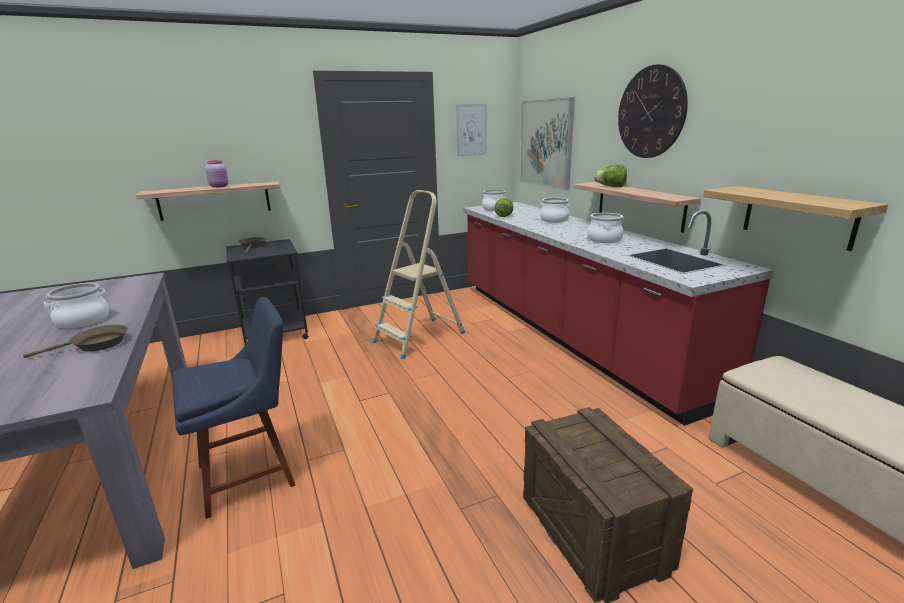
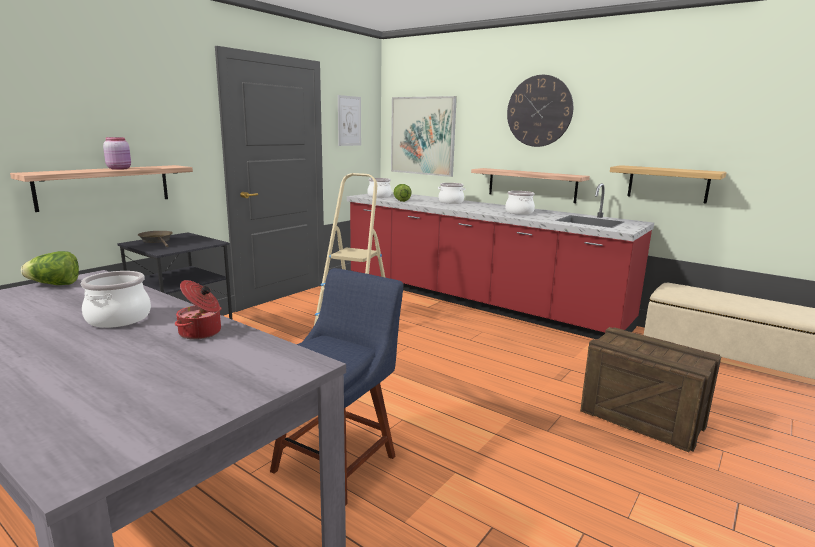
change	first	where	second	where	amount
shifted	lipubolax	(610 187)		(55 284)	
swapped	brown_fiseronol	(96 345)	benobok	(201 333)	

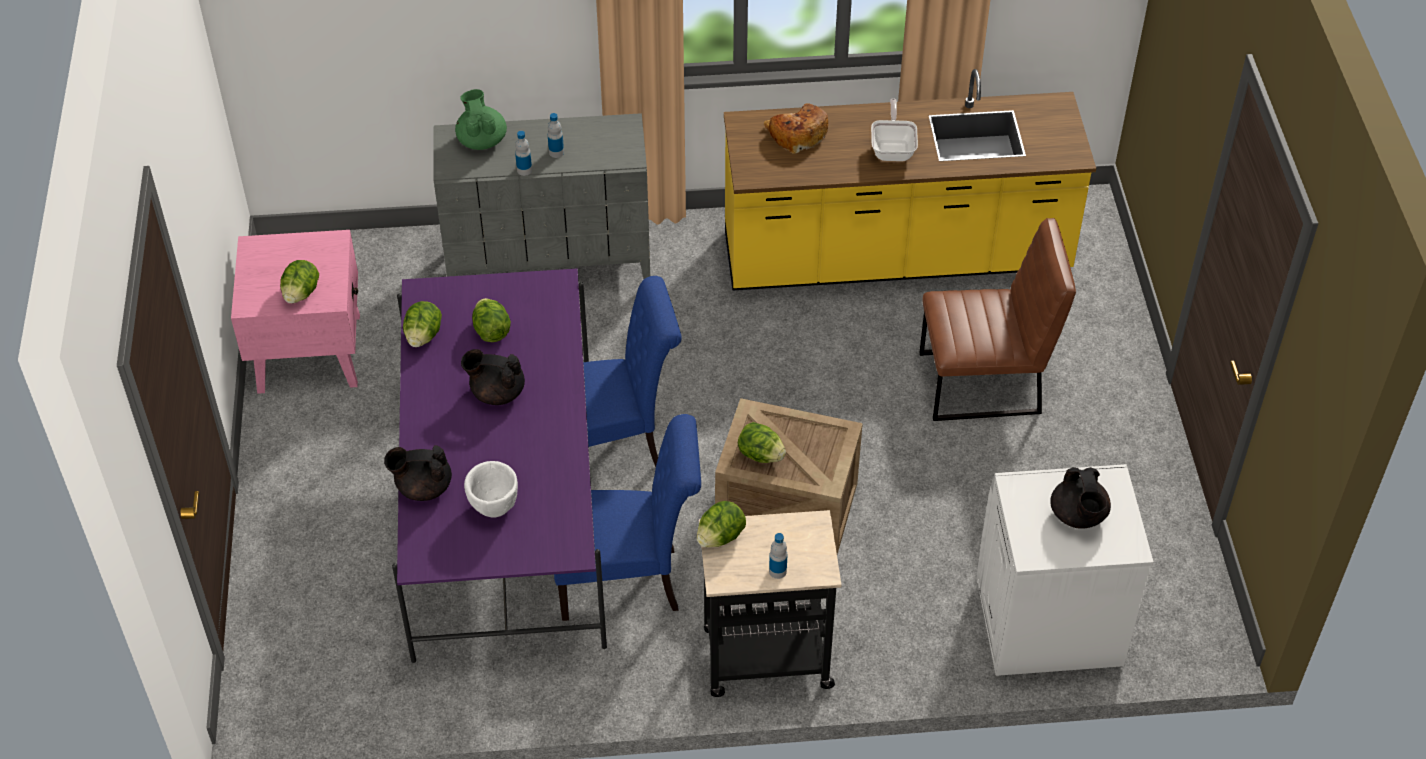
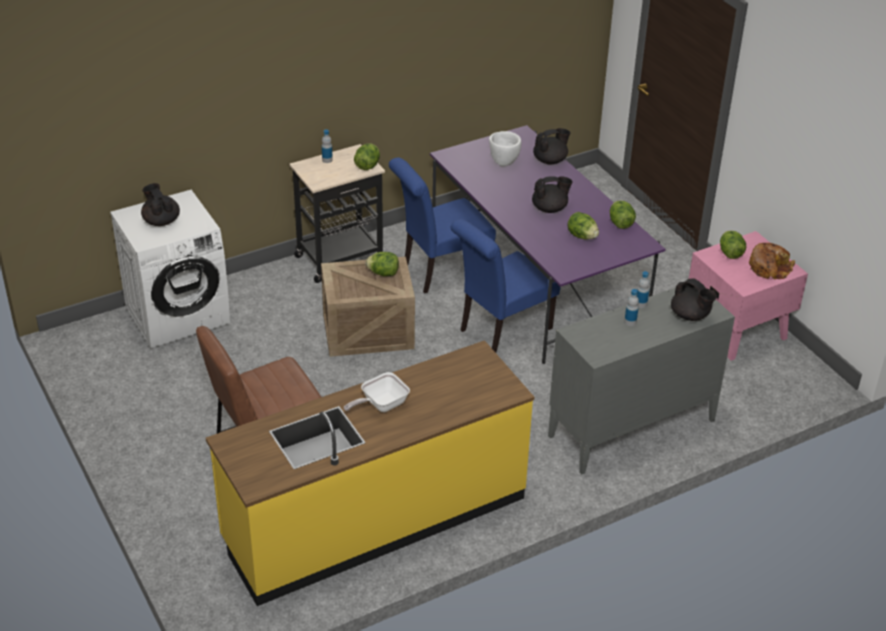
change	first	where	second	where	amount
rotated	fiseronol	(893 149)		(380 405)	75 degrees clockwise
repainted	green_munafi	(482 140)	black_munafi	(690 315)	
shifted	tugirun	(797 134)		(769 267)	

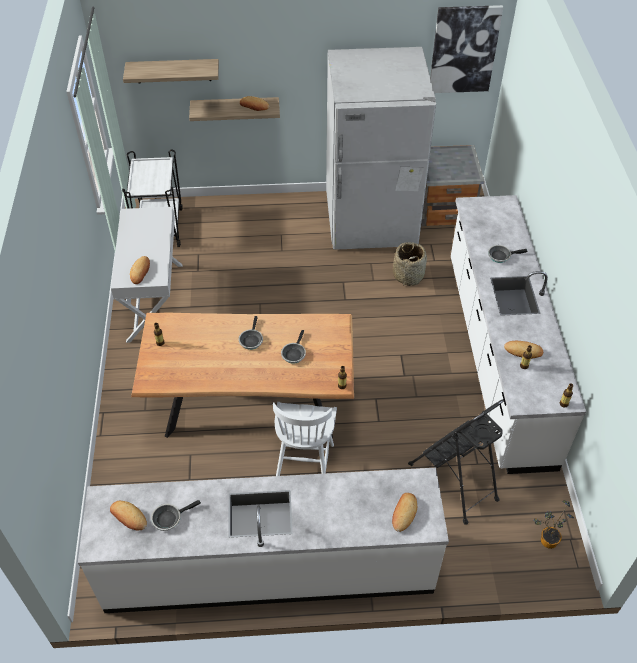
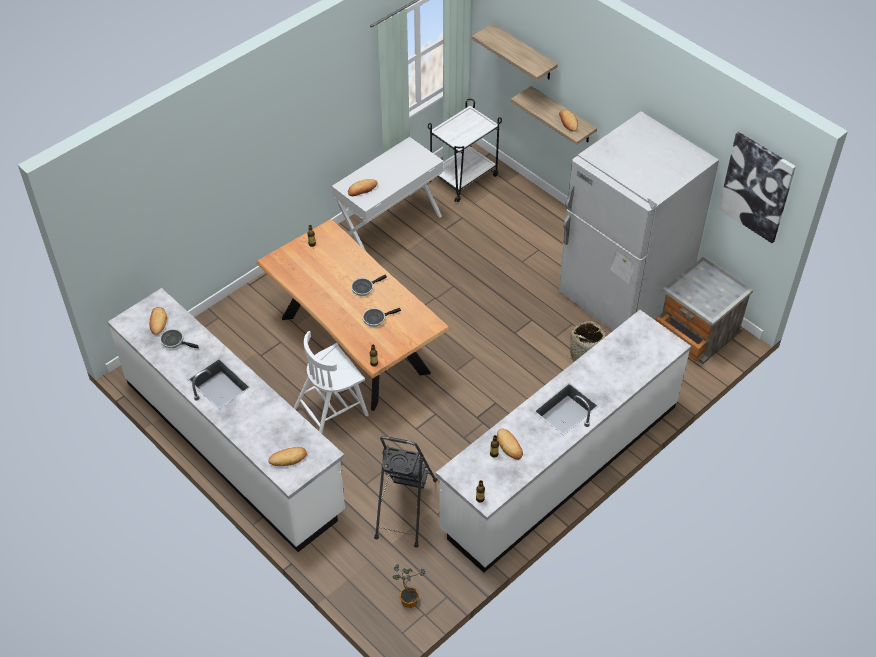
change	first	where	second	where	amount
gone	fiseronol	(501 256)			

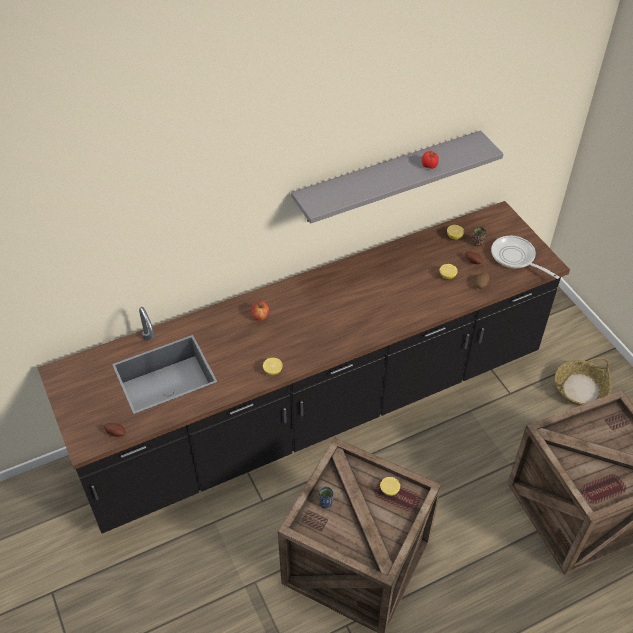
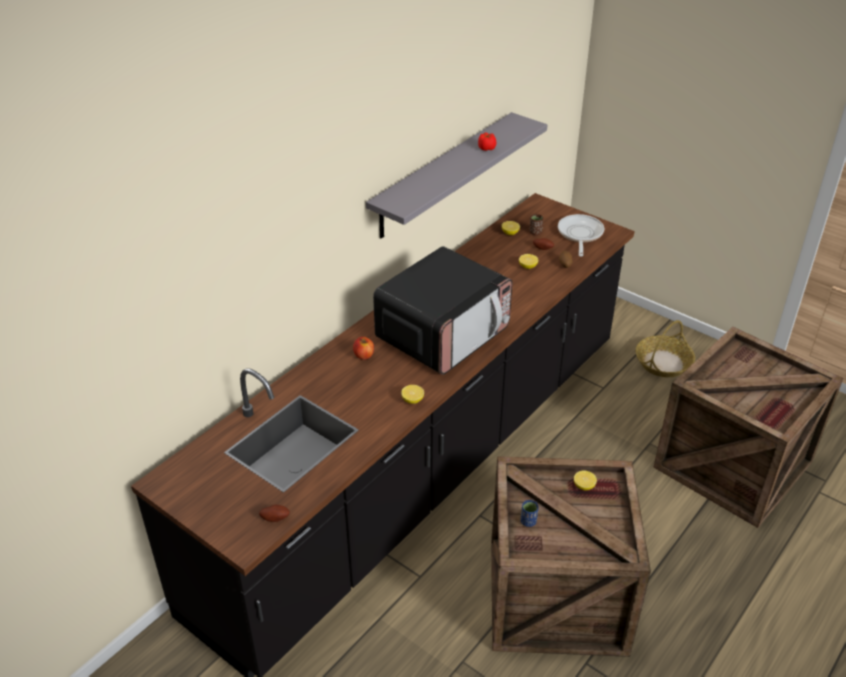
change	first	where	second	where	amount
new			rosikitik	(443 334)	
rotated	fiseronol	(515 258)		(579 235)	75 degrees clockwise

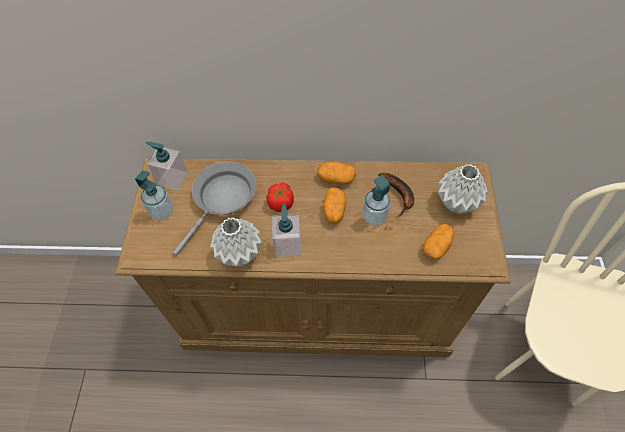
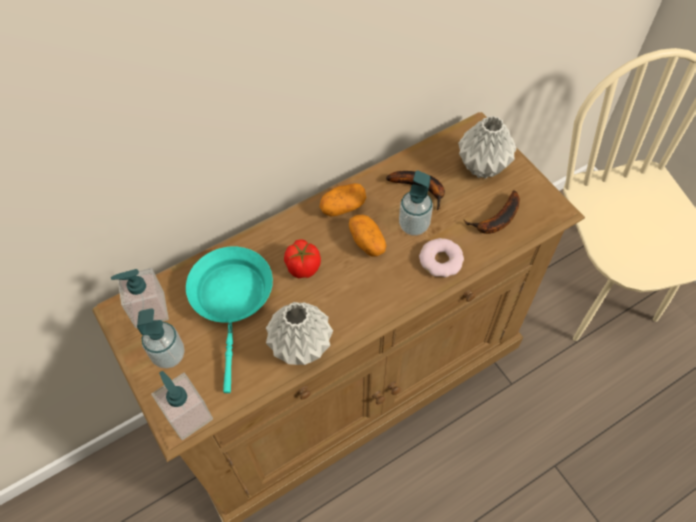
change	first	where	second	where	amount
shifted	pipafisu	(288 245)		(188 415)	
repainted	grey_fiseronol	(222 199)	turquoise_fiseronol	(232 300)	
new			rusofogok	(441 260)	
swapped	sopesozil	(437 246)	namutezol	(496 220)	

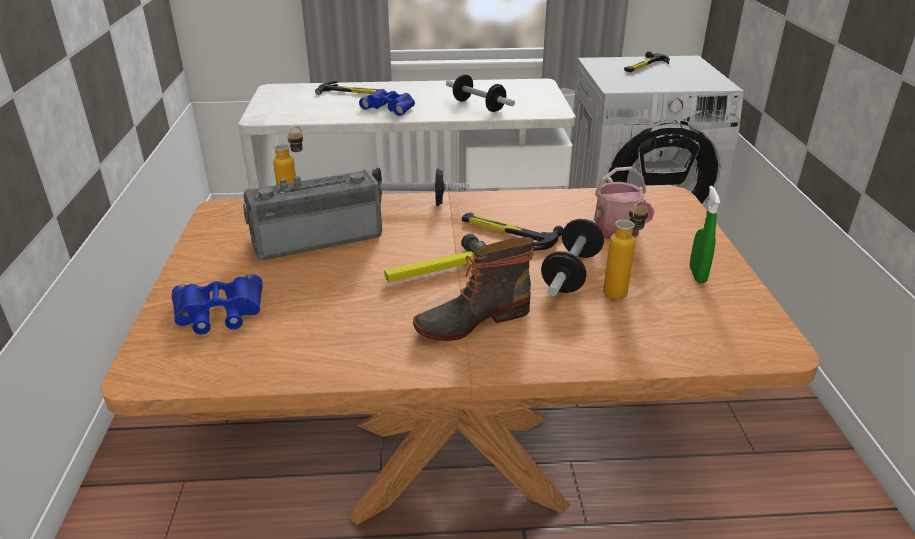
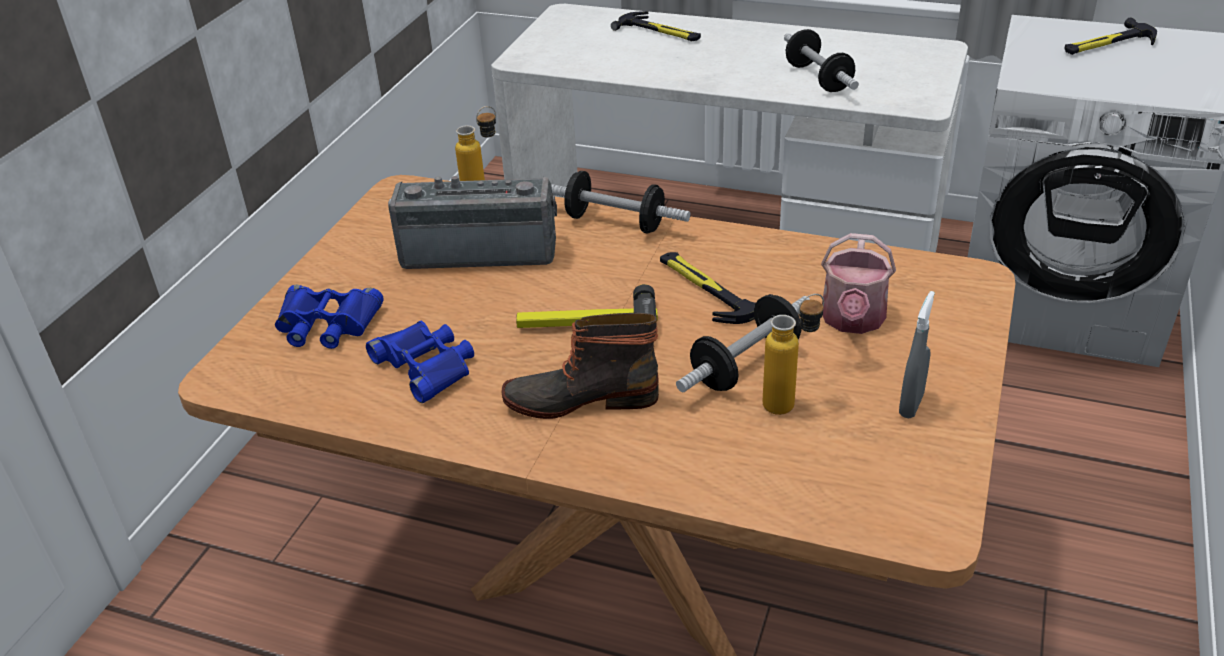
change	first	where	second	where	amount
shifted	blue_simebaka	(390 107)		(427 366)	
repainted	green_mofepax	(697 274)	grey_mofepax	(911 405)	

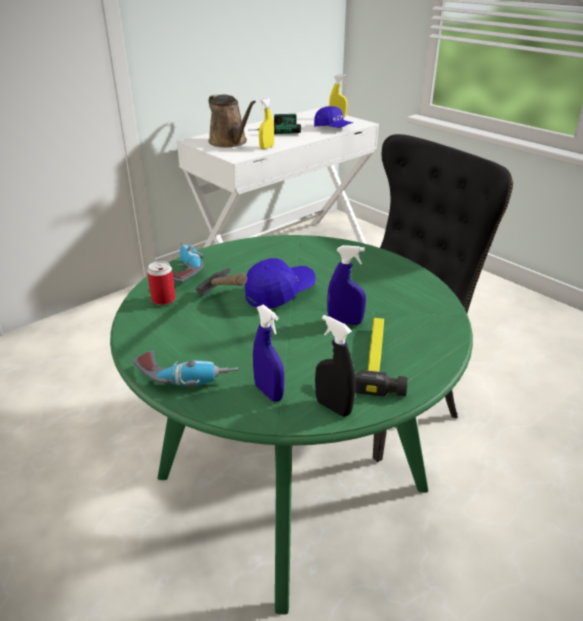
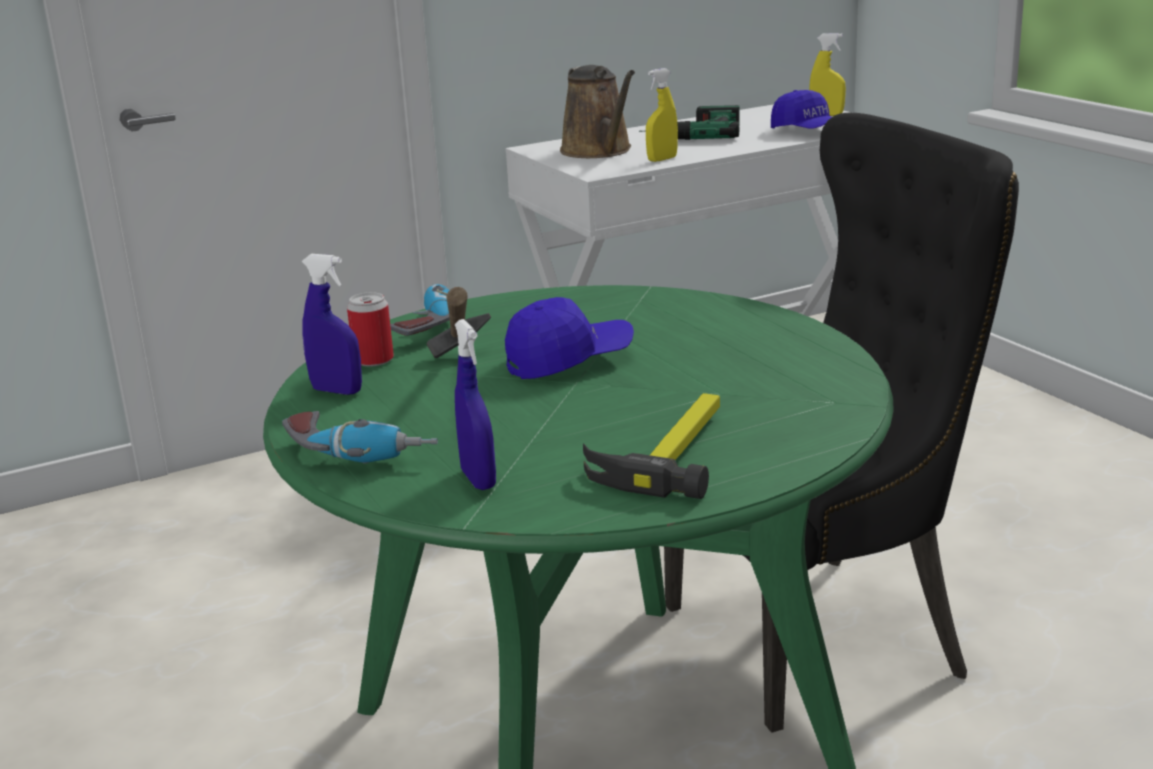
change	first	where	second	where	amount
shifted	blue_mofepax	(345 322)		(337 391)	
gone	black_mofepax	(333 407)			

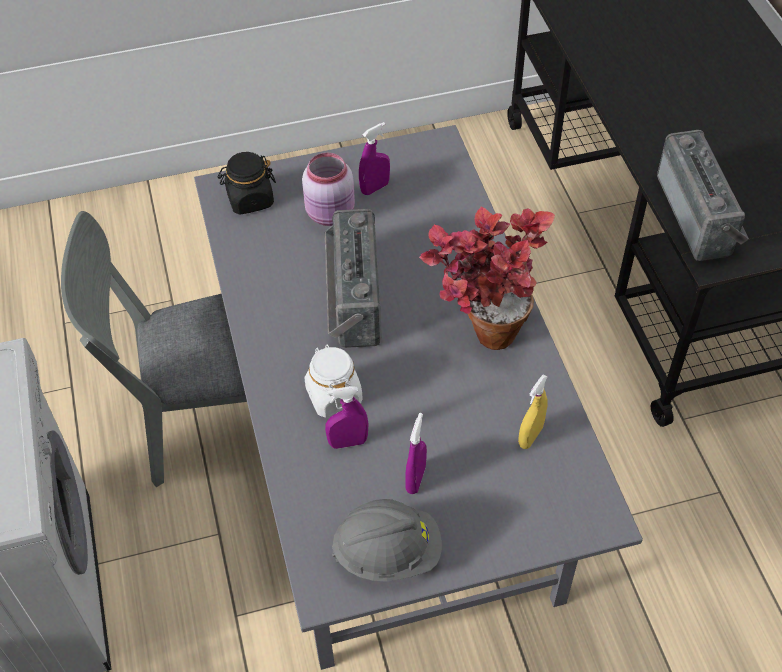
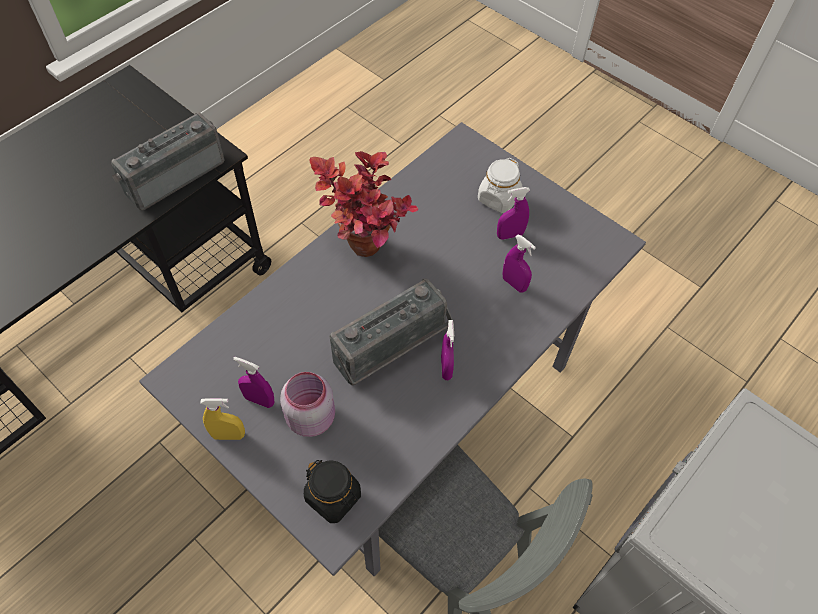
change	first	where	second	where	amount
shifted	yellow_mofepax	(530 436)		(228 435)	
new			purple_mofepax	(446 368)	
shifted	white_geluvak	(333 395)		(498 199)	
gone	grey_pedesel	(388 552)			

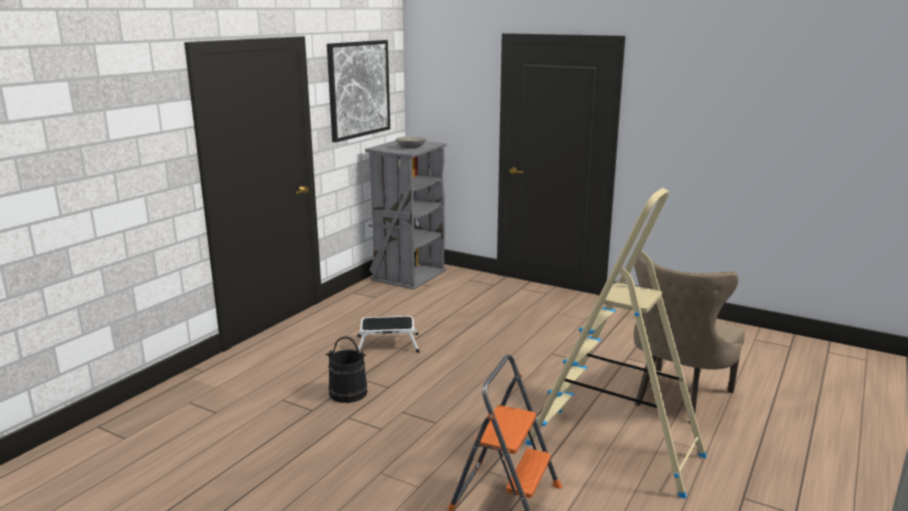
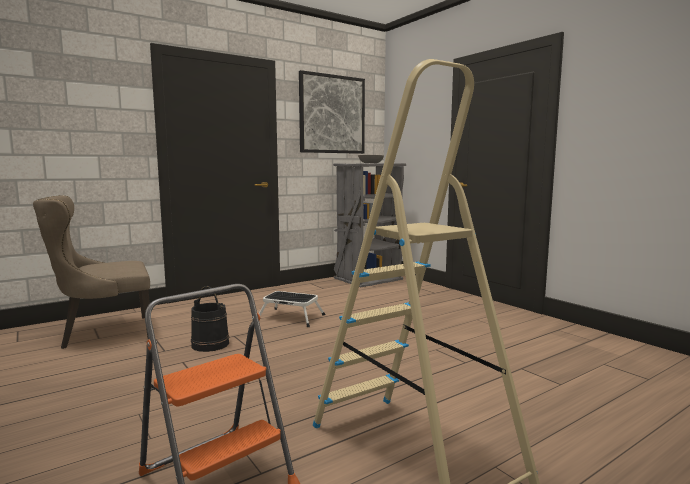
change	first	where	second	where	amount
shifted	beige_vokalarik	(678 398)		(103 333)	

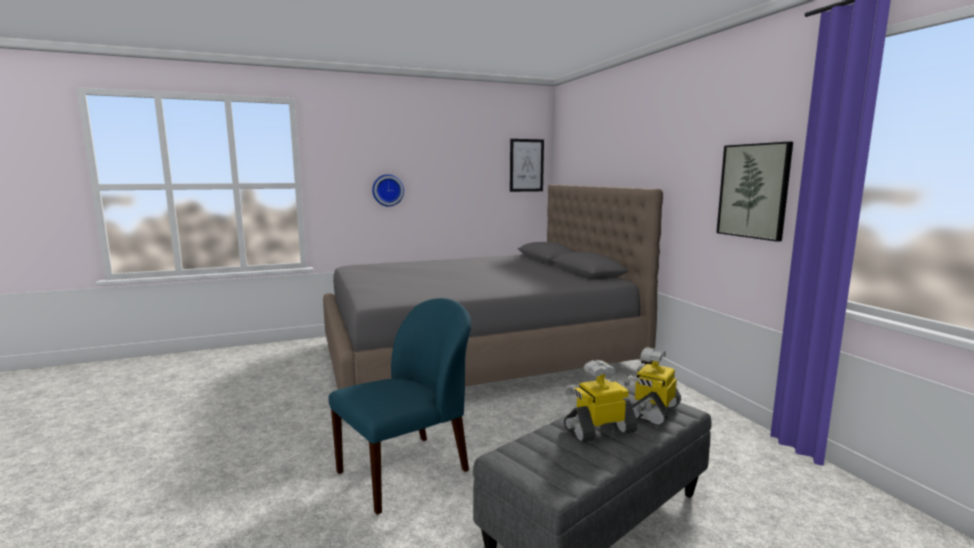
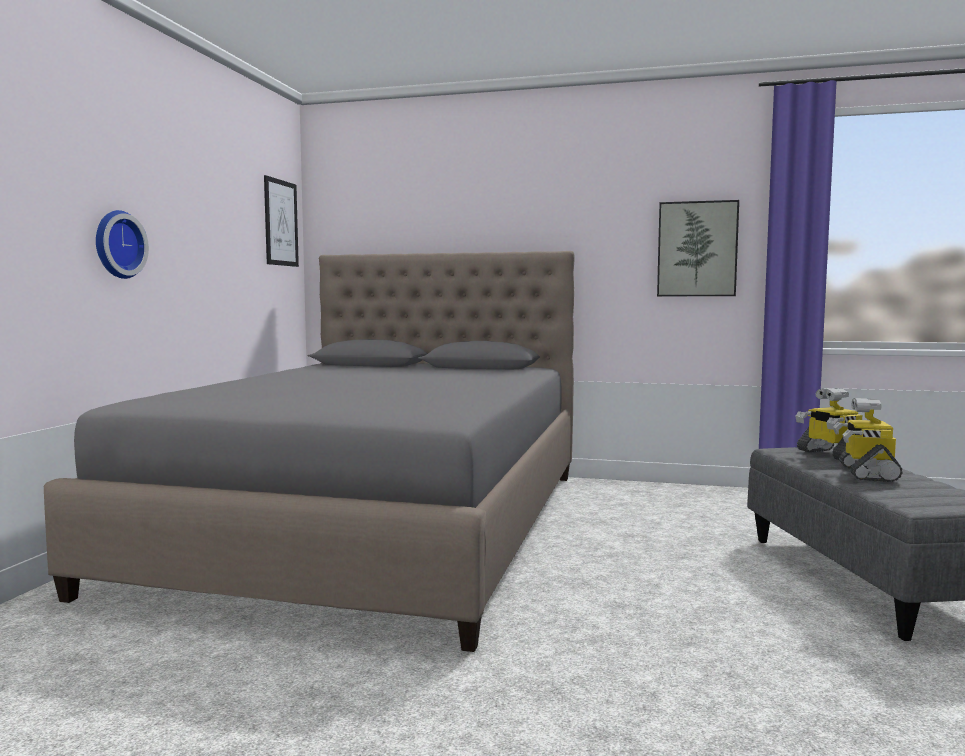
change	first	where	second	where	amount
gone	blue_vokalarik	(406 471)			

